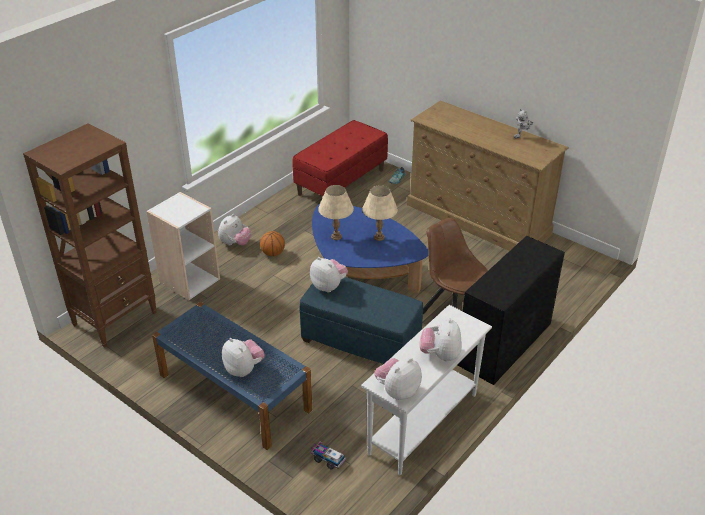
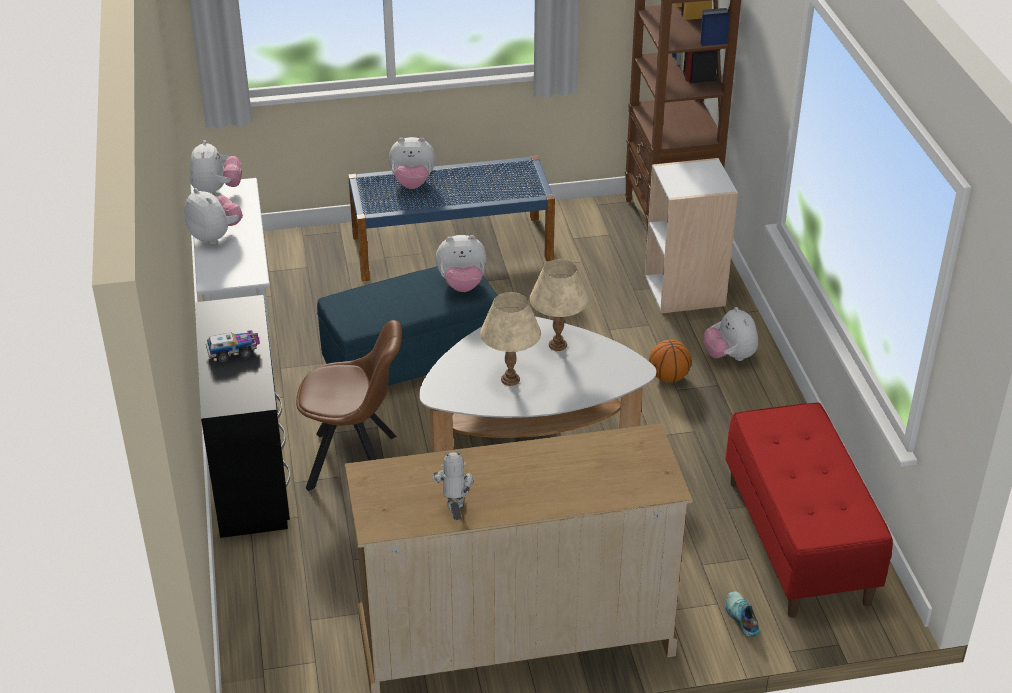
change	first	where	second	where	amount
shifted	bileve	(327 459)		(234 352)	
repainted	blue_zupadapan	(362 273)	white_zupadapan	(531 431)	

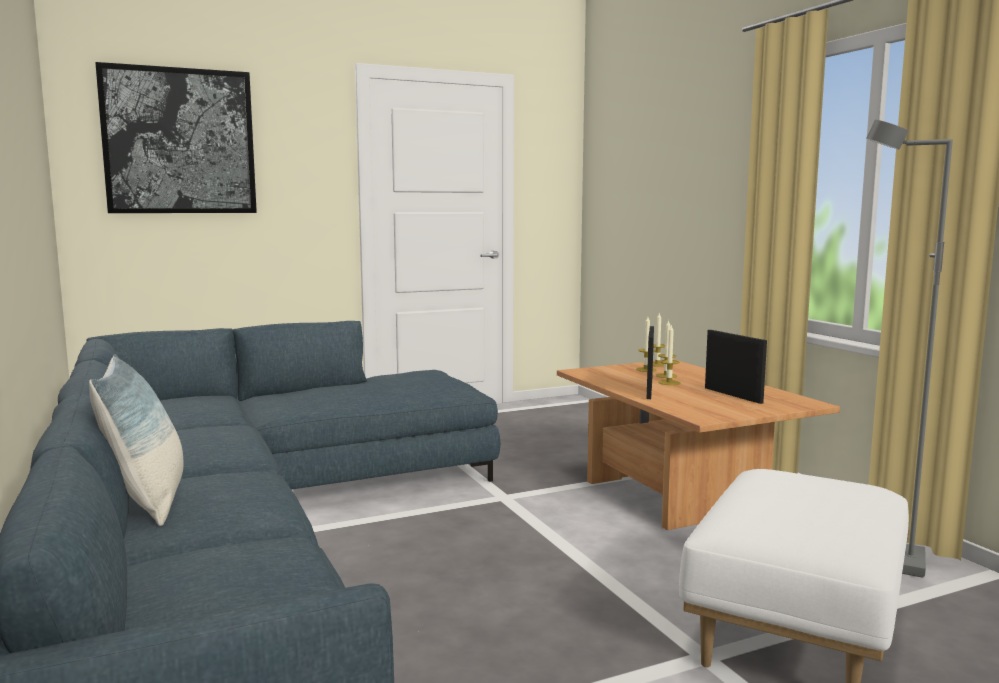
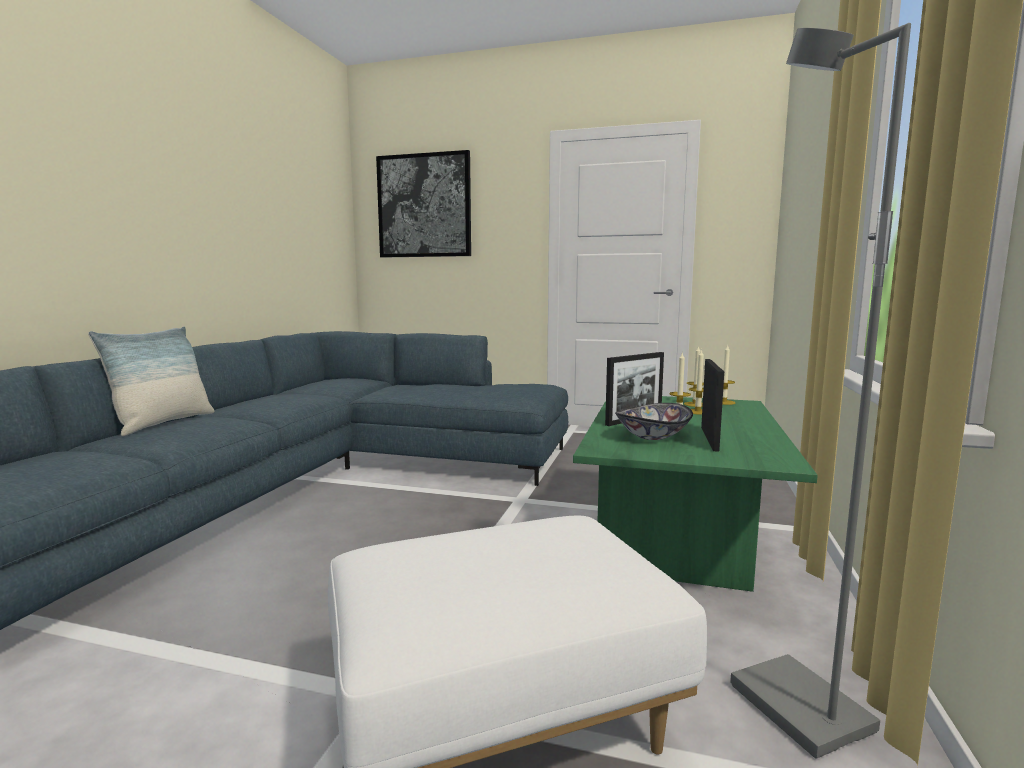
change	first	where	second	where	amount
repainted	brown_zupadapan	(679 495)	green_zupadapan	(678 544)	
new			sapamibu	(652 436)	

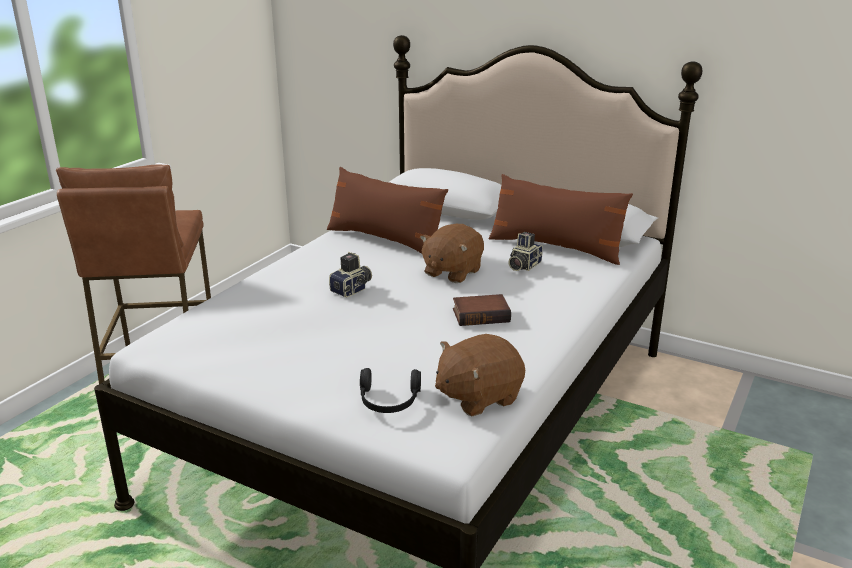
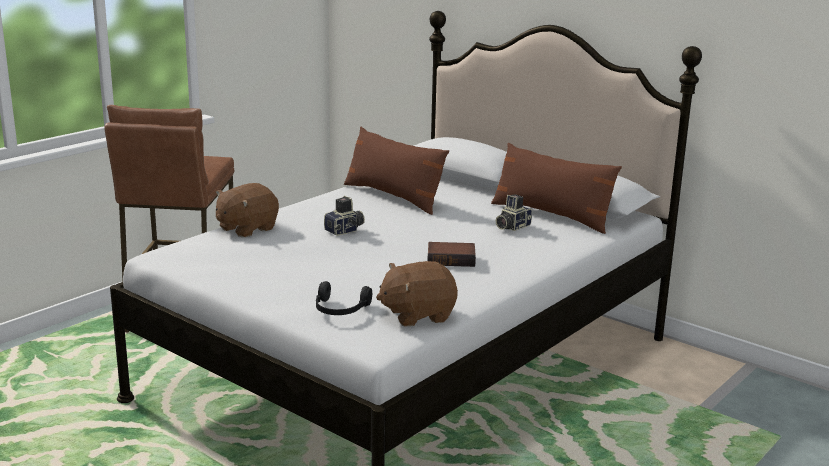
change	first	where	second	where	amount
shifted	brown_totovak	(451 272)		(246 229)	

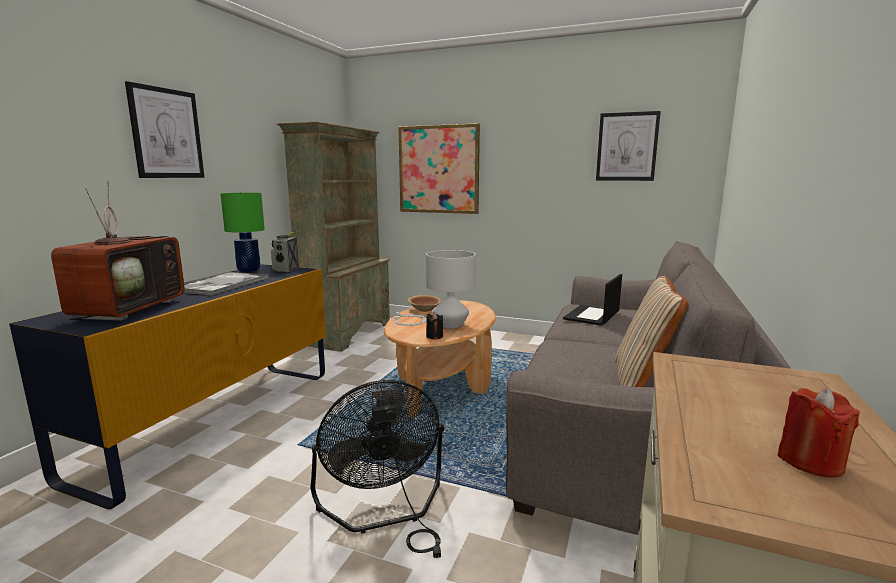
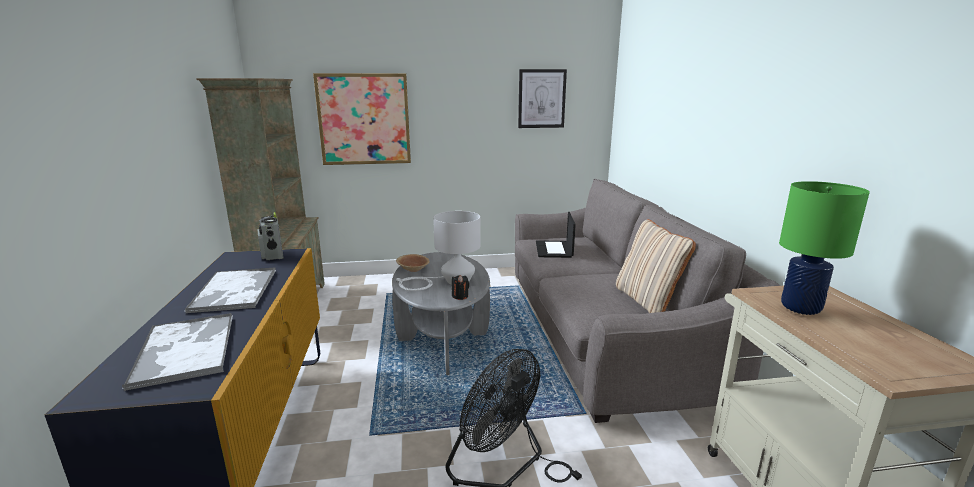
change	first	where	second	where	amount
swapped	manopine	(129 308)	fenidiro	(185 349)	
repainted	brown_zupadapan	(442 386)	grey_zupadapan	(443 337)	
shifted	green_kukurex	(249 270)		(800 310)	
gone	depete	(166 133)			
gone	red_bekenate	(810 461)			

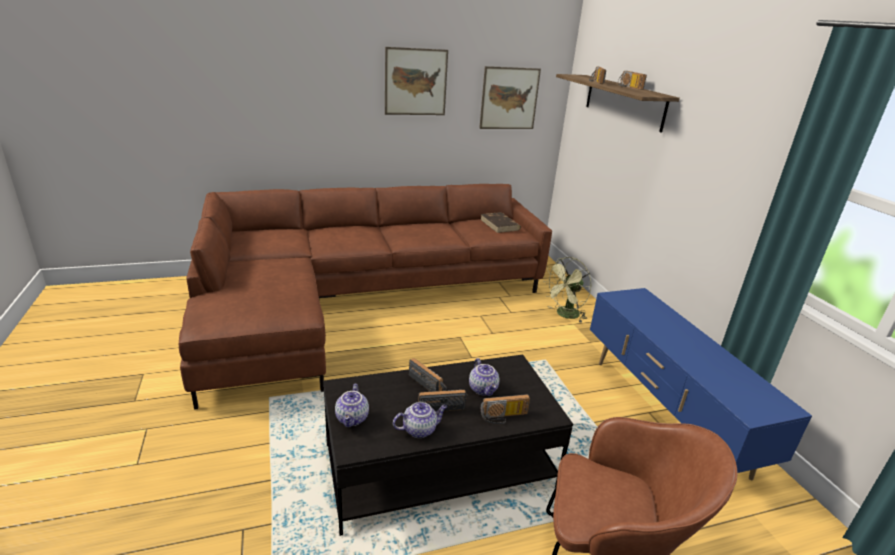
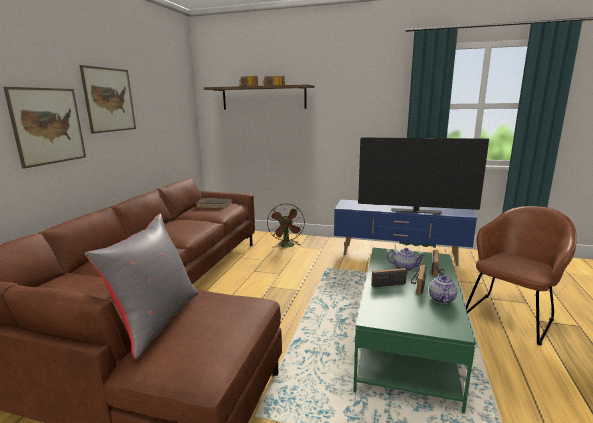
change	first	where	second	where	amount
shifted	depete	(509 98)		(48 126)	
new			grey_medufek	(157 320)	
repainted	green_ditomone	(565 315)	brown_ditomone	(287 246)	
repainted	black_zupadapan	(439 466)	green_zupadapan	(406 341)	
new			manopine	(416 211)	
gone	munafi	(353 419)			

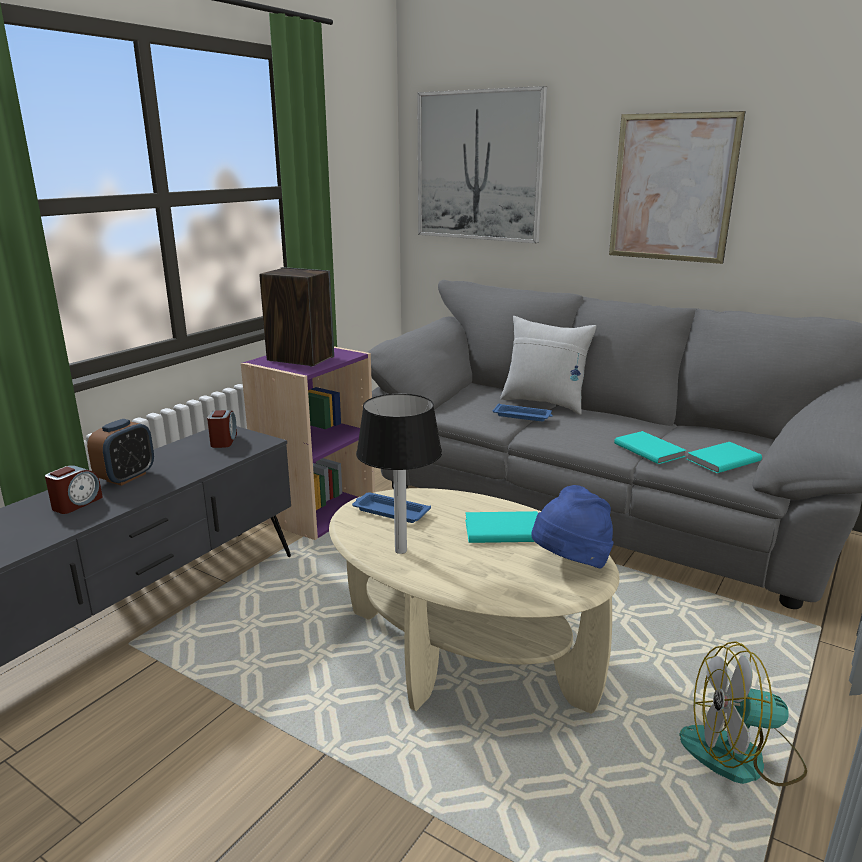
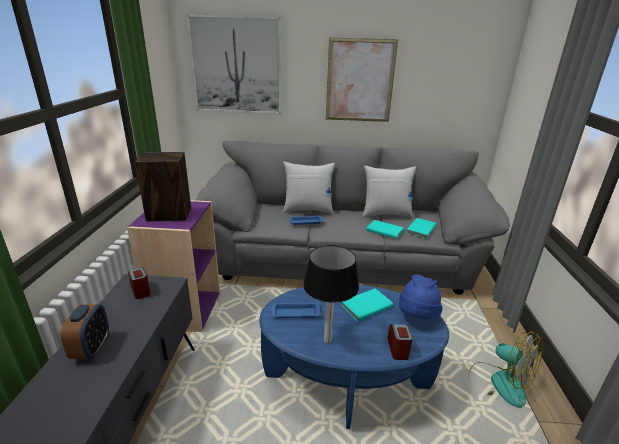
change	first	where	second	where	amount
repainted	beige_zupadapan	(463 658)	blue_zupadapan	(347 382)	
new			grey_medufek	(386 215)	
shifted	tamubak	(76 503)		(398 348)	
rotated	ditomone	(741 756)		(498 383)	105 degrees counterclockwise

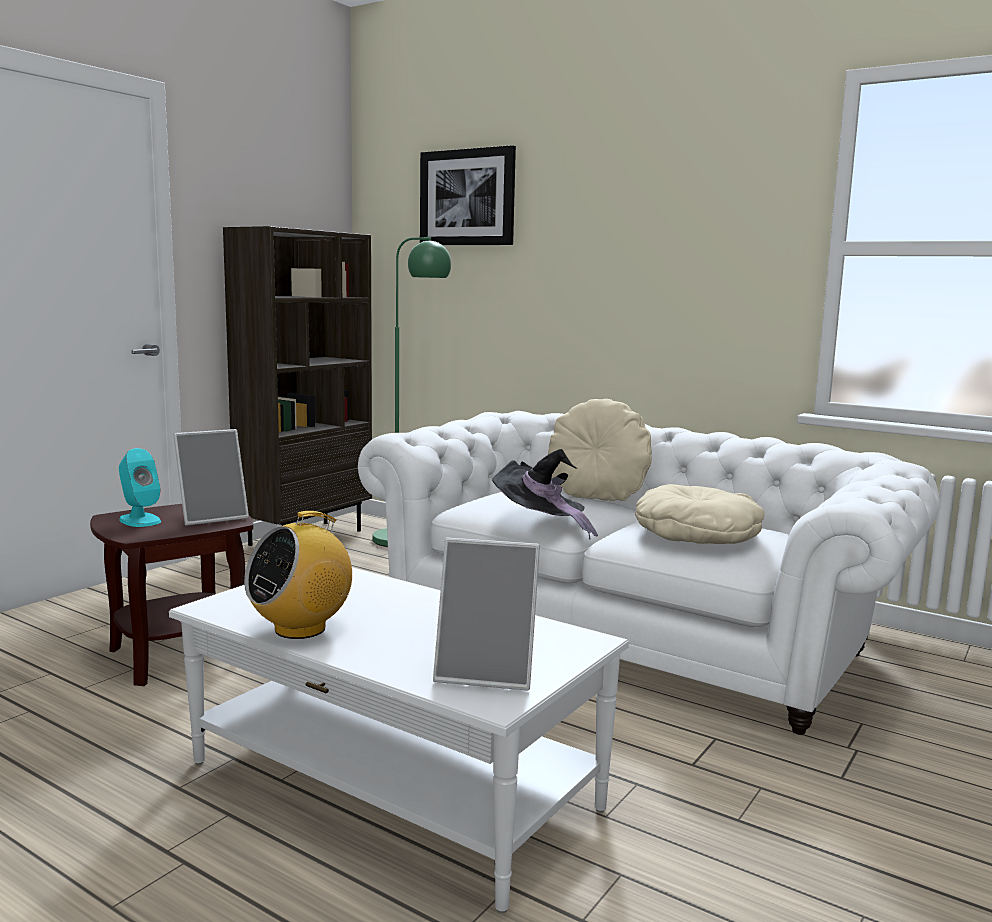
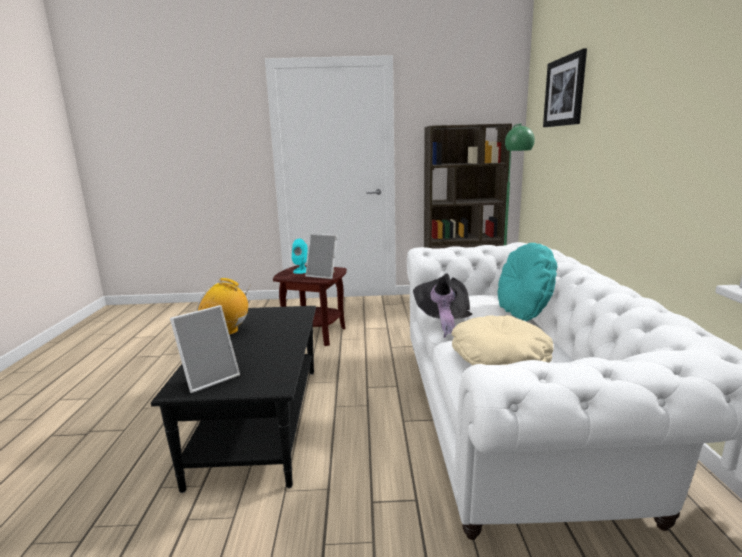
change	first	where	second	where	amount
repainted	white_zupadapan	(394 786)	black_zupadapan	(260 421)	
rotated	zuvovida	(487 673)		(209 378)	105 degrees counterclockwise
repainted	beige_medufek	(597 497)	turquoise_medufek	(523 314)	

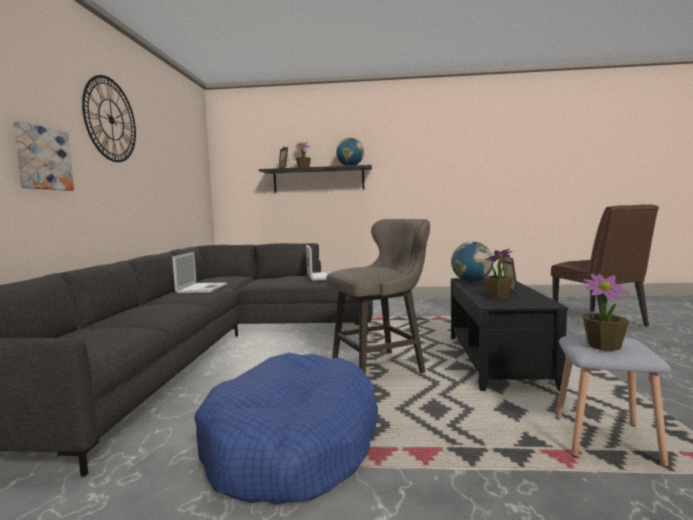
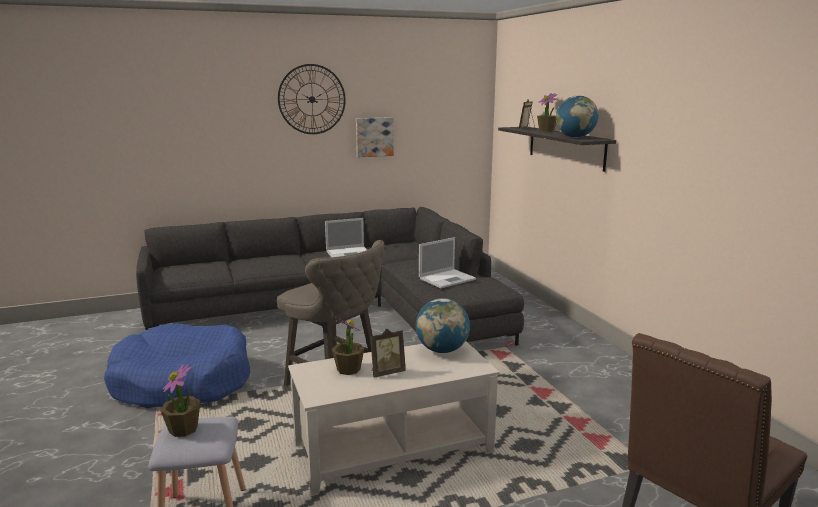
change	first	where	second	where	amount
repainted	black_zupadapan	(497 360)	beige_zupadapan	(393 447)	
shifted	depete	(42 158)		(374 137)	

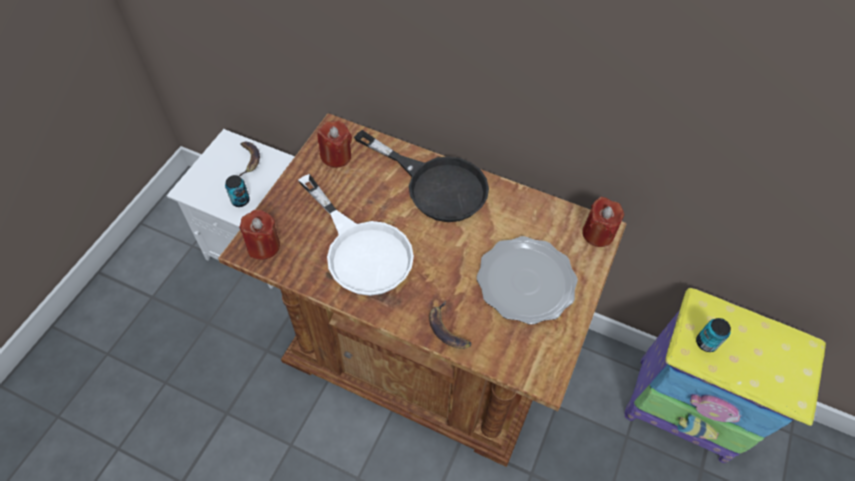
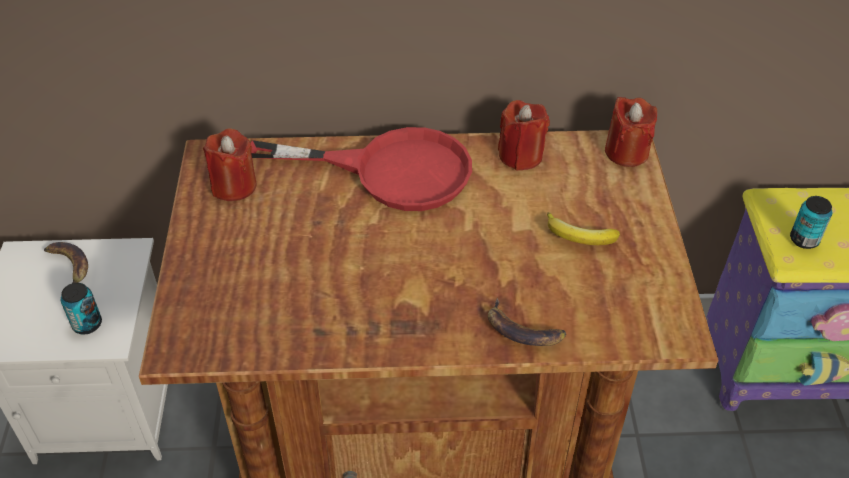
change	first	where	second	where	amount
repainted	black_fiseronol	(435 184)	red_fiseronol	(391 171)	
shifted	red_bekenate	(263 246)		(520 155)	
swapped	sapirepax	(525 282)	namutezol	(579 237)	
gone	white_fiseronol	(361 249)			

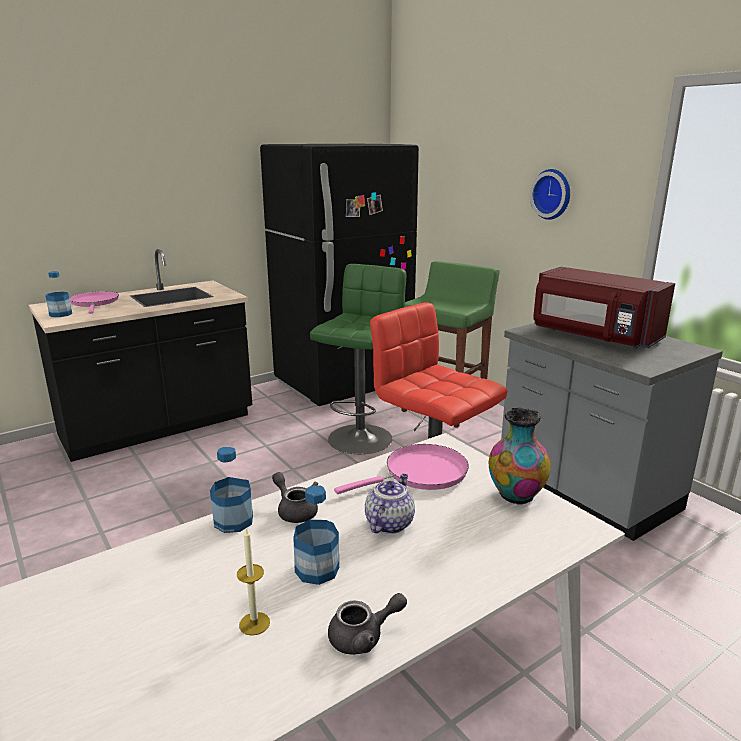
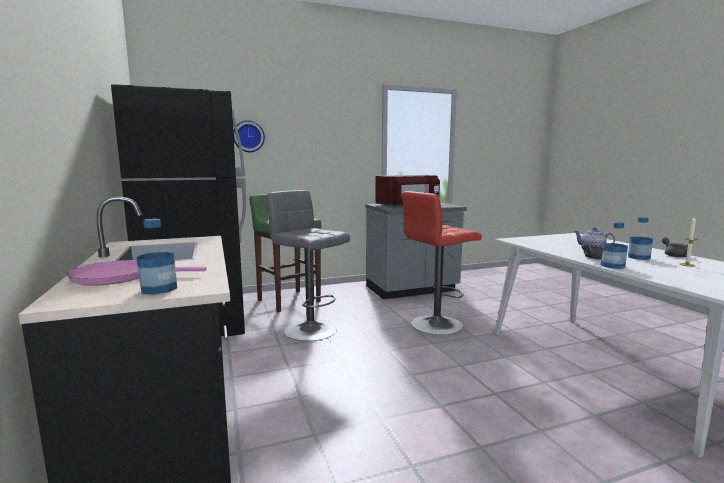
change	first	where	second	where	amount
shifted	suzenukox	(552 194)		(248 136)	
repainted	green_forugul	(361 439)	grey_forugul	(310 330)	
gone	pink_fiseronol	(421 473)			
gone	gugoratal	(515 496)			

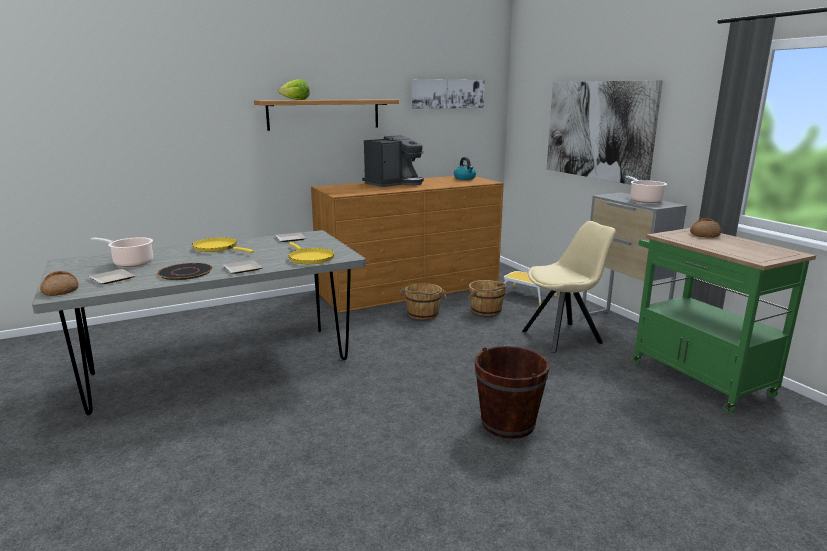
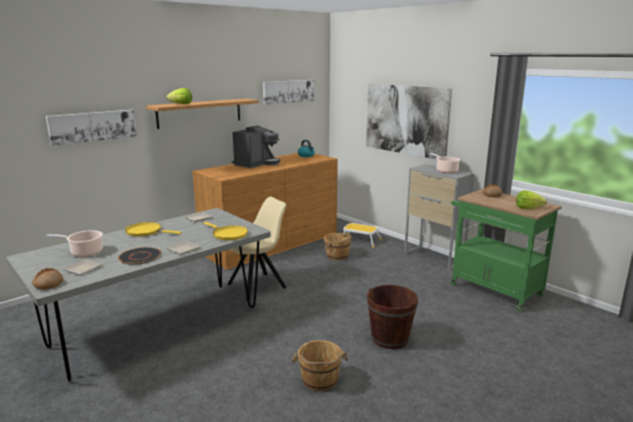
change	first	where	second	where	amount
new			depete	(93 126)	
shifted	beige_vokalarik	(562 337)		(257 286)	
shifted	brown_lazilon	(423 314)		(319 380)	
new			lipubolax	(528 208)	

